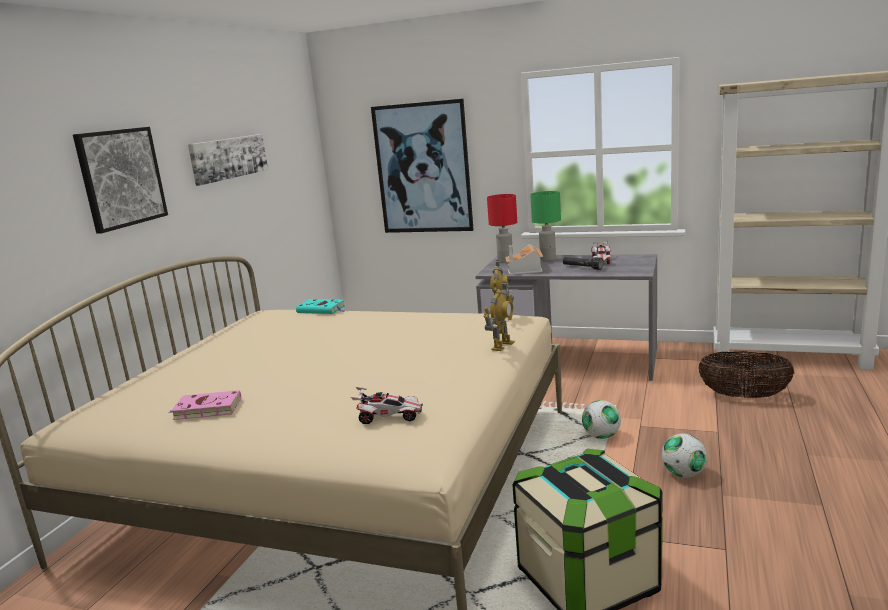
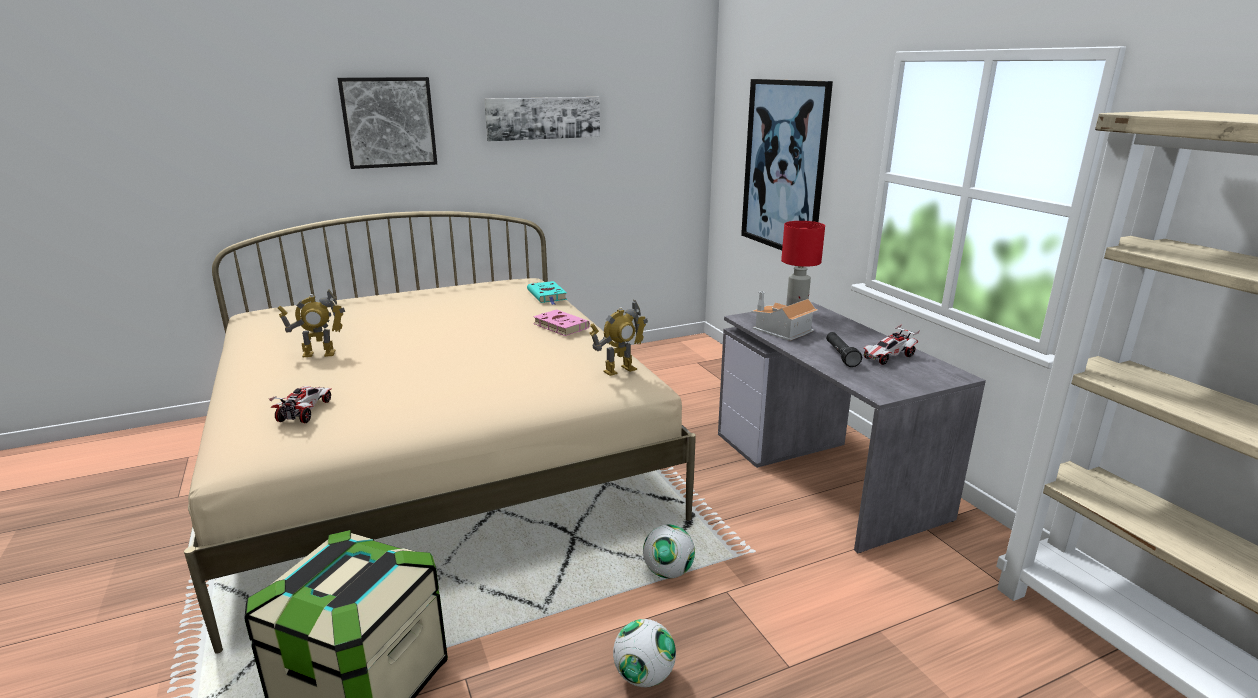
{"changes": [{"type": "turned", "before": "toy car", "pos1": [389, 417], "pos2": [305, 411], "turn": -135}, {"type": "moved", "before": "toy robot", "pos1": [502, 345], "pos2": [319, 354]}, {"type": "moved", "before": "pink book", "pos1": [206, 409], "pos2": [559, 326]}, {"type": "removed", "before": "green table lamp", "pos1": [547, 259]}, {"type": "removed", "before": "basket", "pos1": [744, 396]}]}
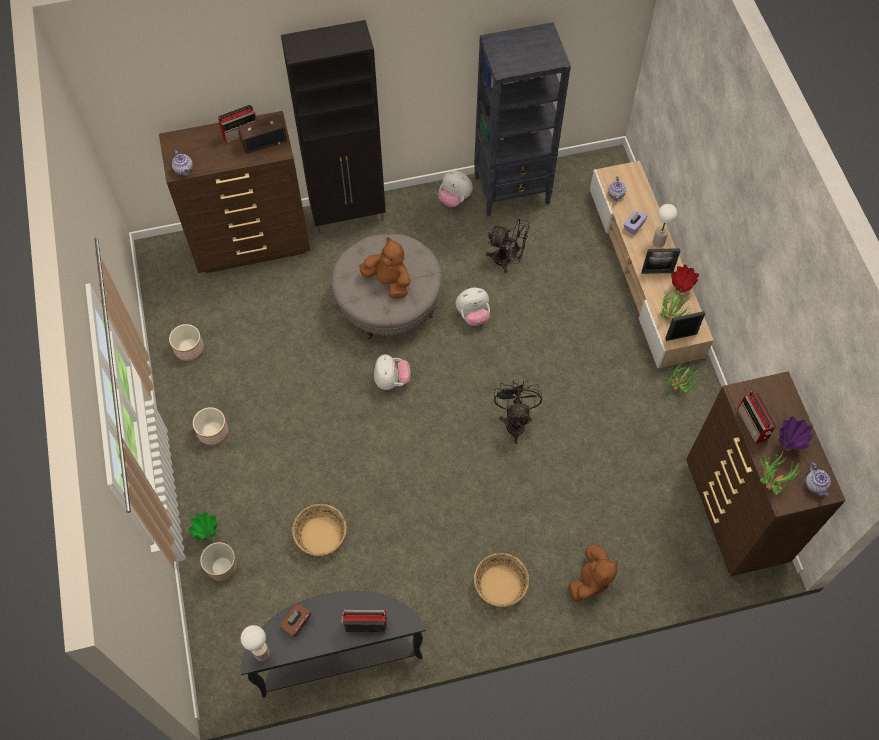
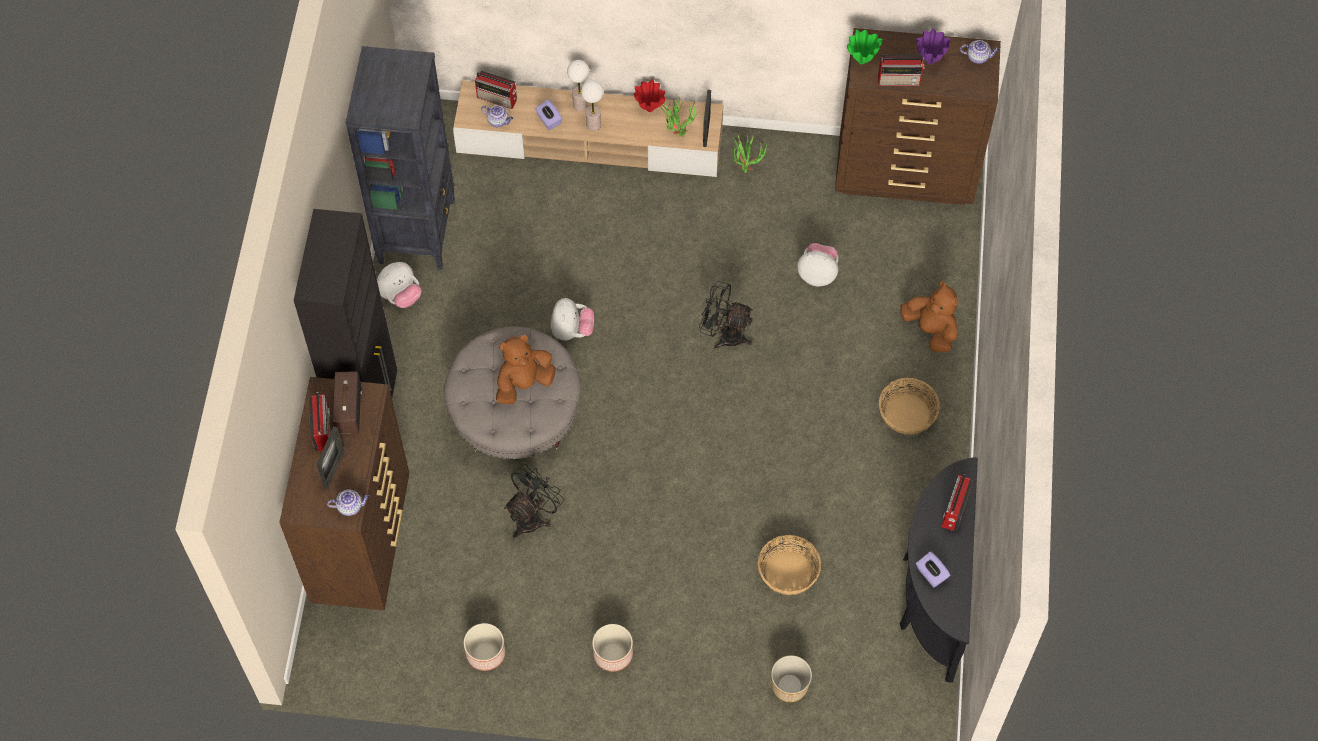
{"changes": [{"type": "moved", "before": "picture frame", "pos1": [657, 272], "pos2": [334, 469]}, {"type": "added", "after": "radio", "pos2": [498, 99]}, {"type": "moved", "before": "black fan", "pos1": [507, 260], "pos2": [532, 517]}, {"type": "moved", "before": "table lamp", "pos1": [262, 653], "pos2": [593, 125]}, {"type": "moved", "before": "plush toy", "pos1": [392, 380], "pos2": [817, 274]}, {"type": "moved", "before": "green vase", "pos1": [208, 534], "pos2": [861, 61]}, {"type": "recoloured", "before": "brown tissue box", "after": "purple tissue box", "pos1": [296, 622], "pos2": [931, 574]}, {"type": "removed", "before": "potted plant", "pos1": [769, 482]}]}
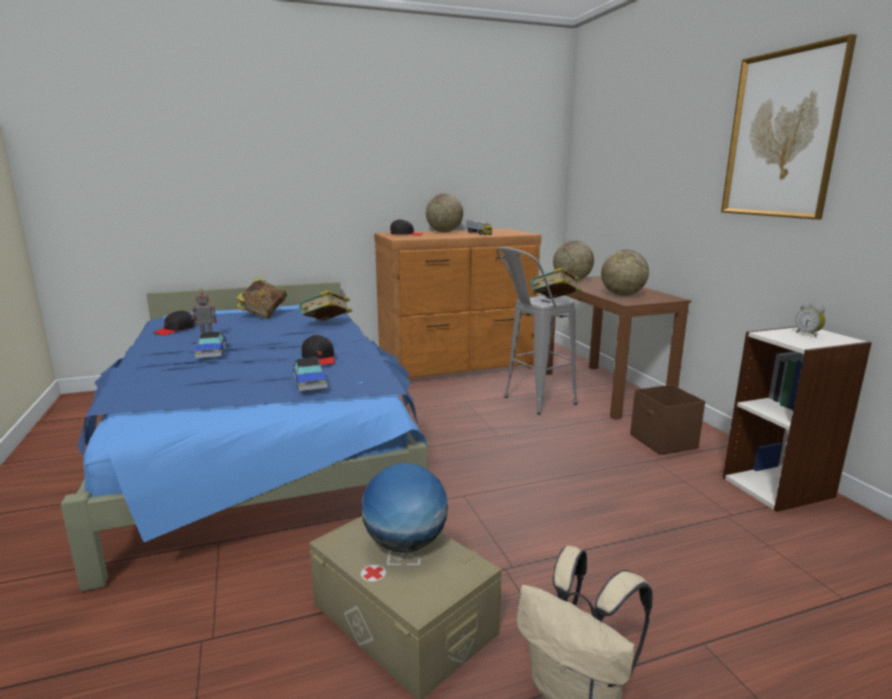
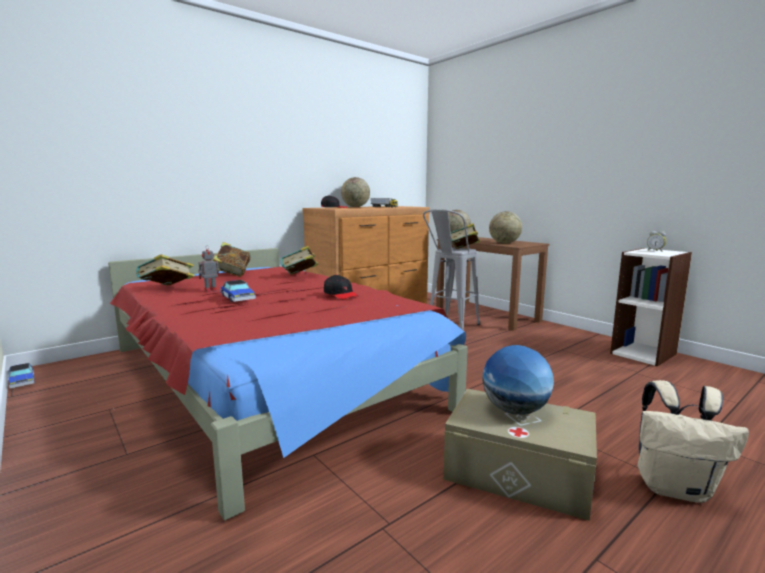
{"changes": [{"type": "moved", "before": "toy car", "pos1": [309, 382], "pos2": [22, 381]}, {"type": "recoloured", "before": "blue bed", "after": "red bed", "pos1": [262, 439], "pos2": [266, 377]}, {"type": "replaced", "before": "black cap", "after": "book", "pos1": [175, 330], "pos2": [167, 288]}, {"type": "removed", "before": "brown storage box", "pos1": [663, 442]}, {"type": "removed", "before": "picture", "pos1": [782, 135]}]}
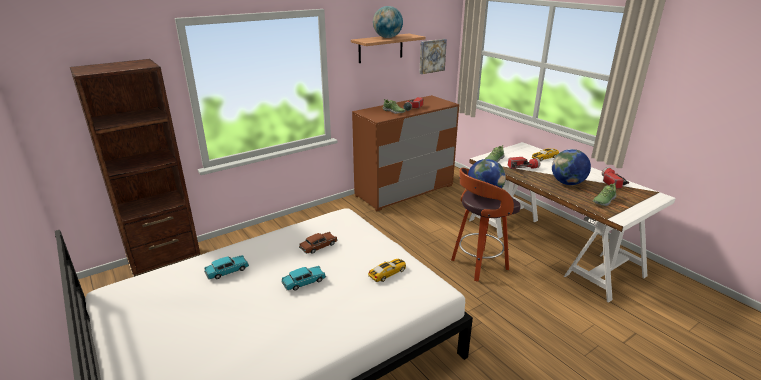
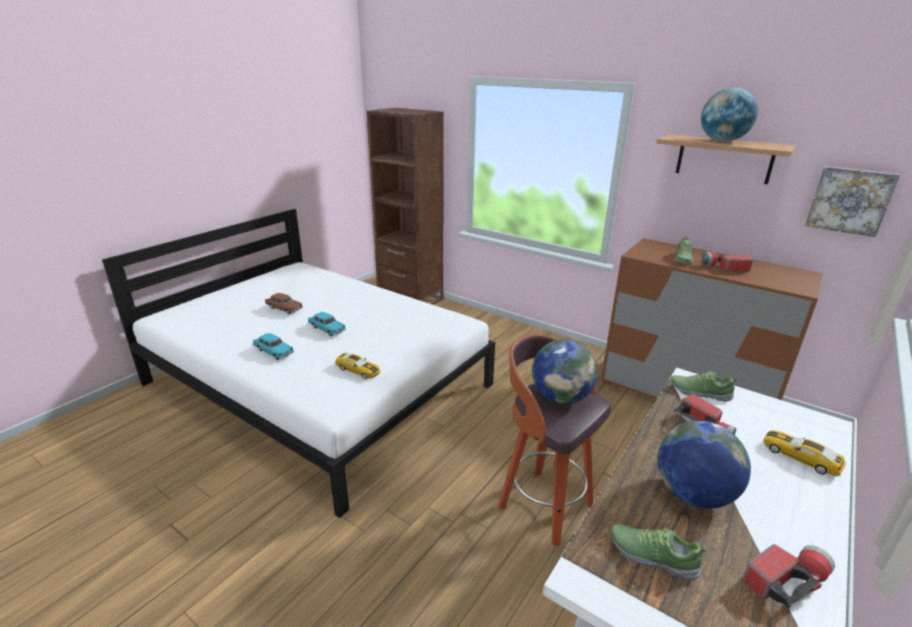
{"changes": [{"type": "moved", "before": "turquoise toy car", "pos1": [227, 271], "pos2": [273, 352]}, {"type": "moved", "before": "brown toy car", "pos1": [318, 247], "pos2": [284, 308]}]}
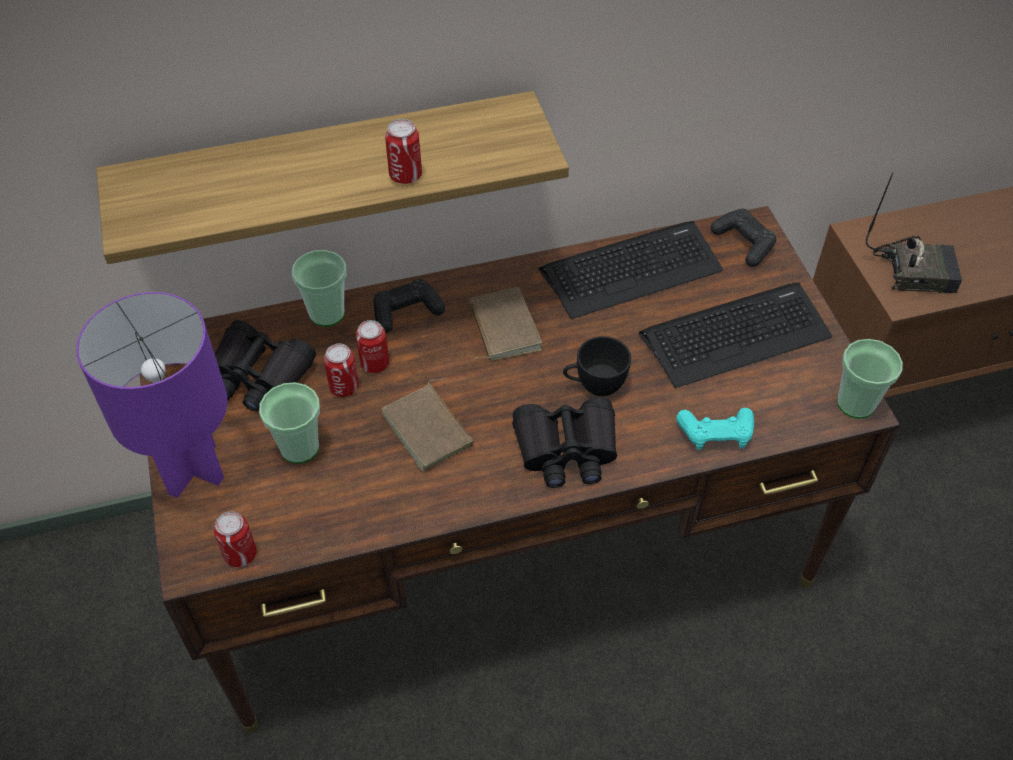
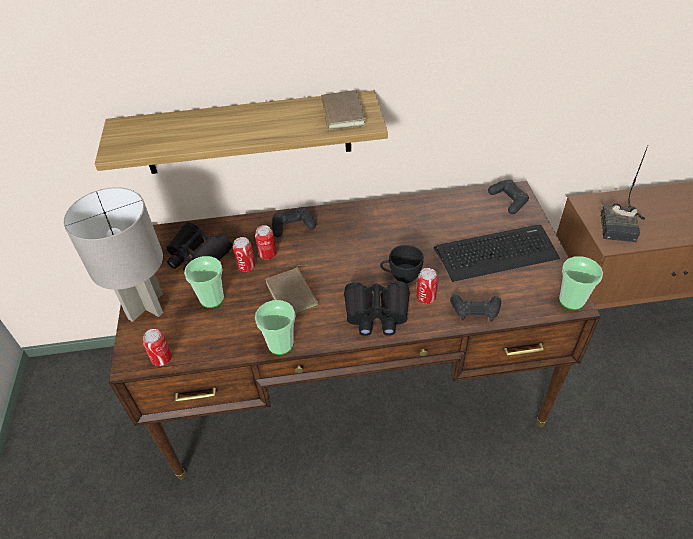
{"changes": [{"type": "recoloured", "before": "purple table lamp", "after": "grey table lamp", "pos1": [194, 469], "pos2": [146, 306]}, {"type": "moved", "before": "cup", "pos1": [327, 313], "pos2": [280, 344]}, {"type": "moved", "before": "brown book", "pos1": [501, 328], "pos2": [340, 113]}, {"type": "moved", "before": "can", "pos1": [405, 175], "pos2": [426, 297]}, {"type": "recoloured", "before": "turquoise game controller", "after": "black game controller", "pos1": [715, 434], "pos2": [475, 311]}, {"type": "turned", "before": "radio", "pos1": [915, 270], "pos2": [621, 226], "turn": 90}, {"type": "removed", "before": "keyboard", "pos1": [631, 270]}]}
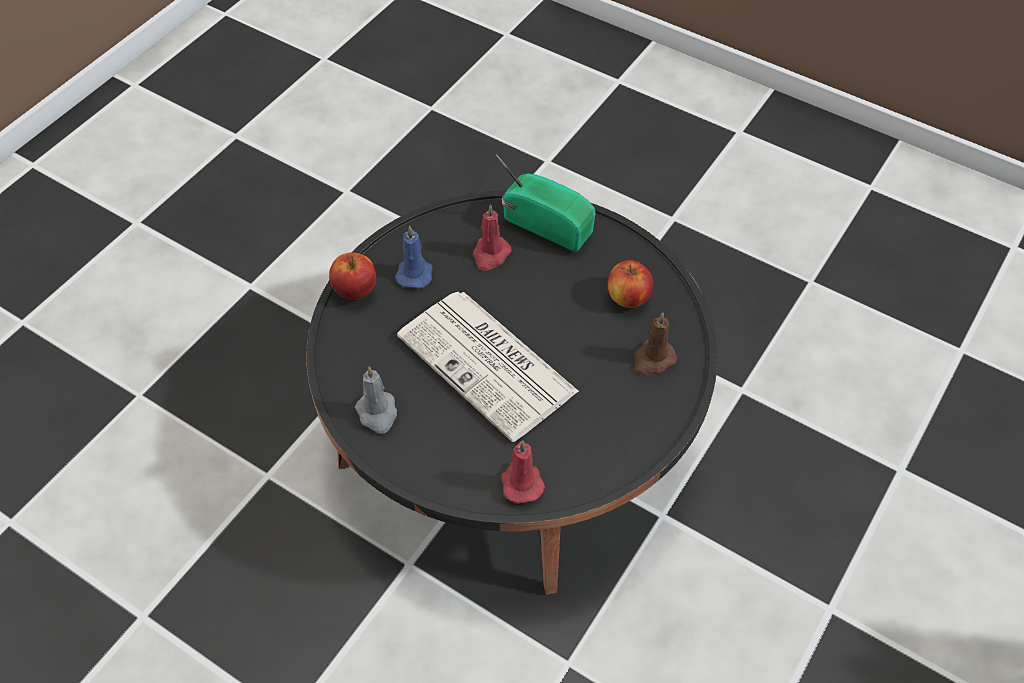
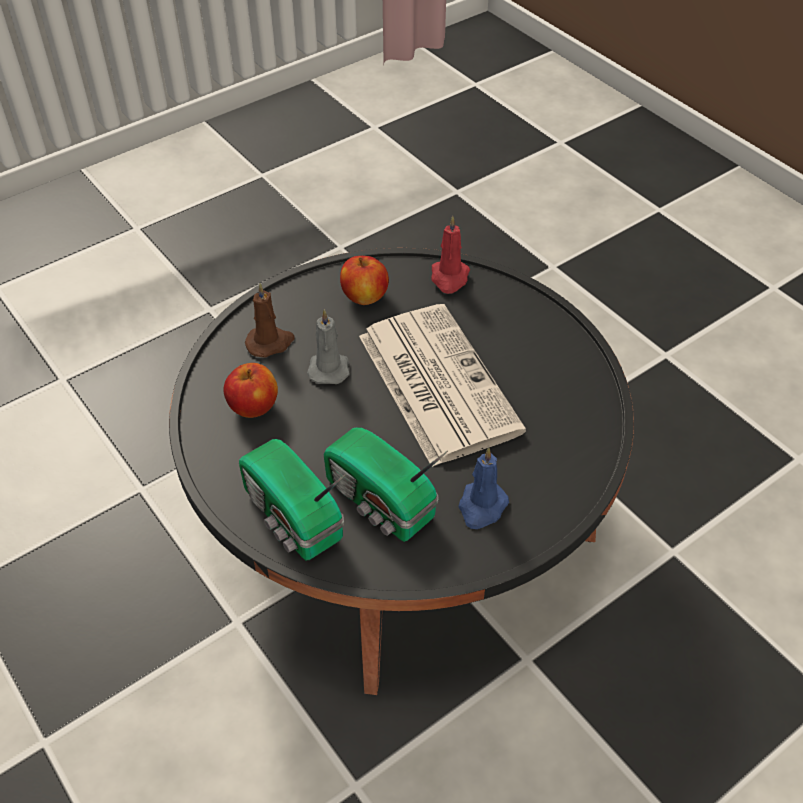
{"changes": [{"type": "moved", "before": "grey candle", "pos1": [377, 413], "pos2": [329, 368]}, {"type": "replaced", "before": "red candle", "after": "radio", "pos1": [490, 255], "pos2": [380, 503]}, {"type": "moved", "before": "apple", "pos1": [355, 290], "pos2": [365, 297]}]}
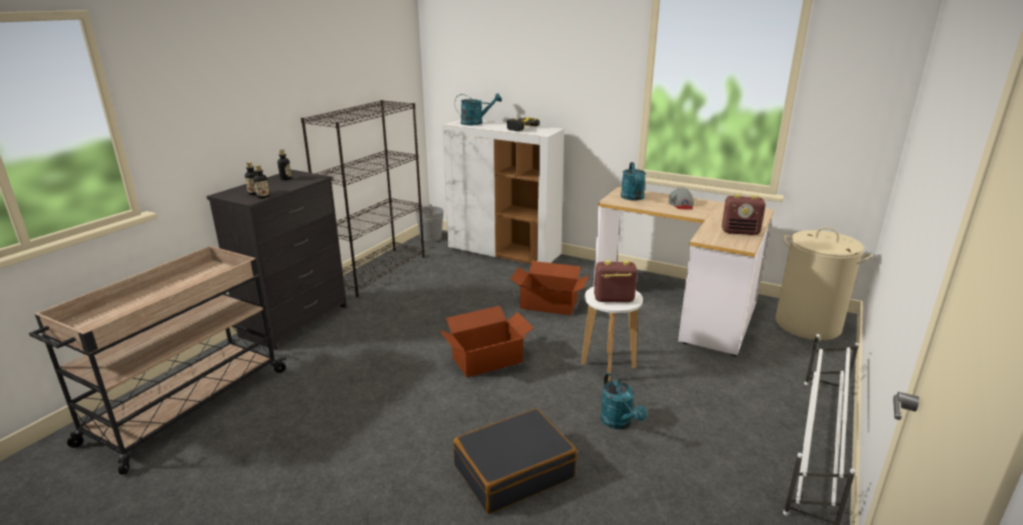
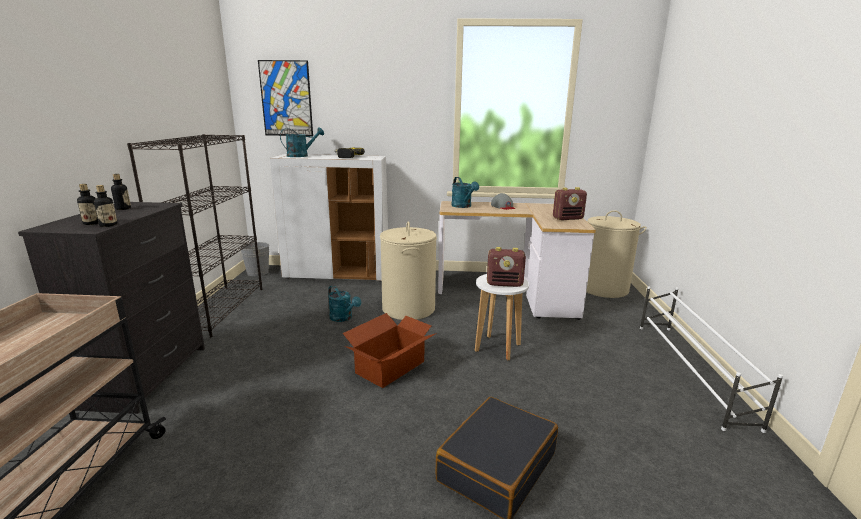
{"changes": [{"type": "added", "after": "picture", "pos2": [286, 98]}, {"type": "moved", "before": "turquoise watering can", "pos1": [619, 423], "pos2": [343, 318]}, {"type": "replaced", "before": "cardboard box", "after": "beige laundry basket", "pos1": [548, 304], "pos2": [408, 308]}, {"type": "turned", "before": "radio", "pos1": [613, 299], "pos2": [505, 284], "turn": -150}]}
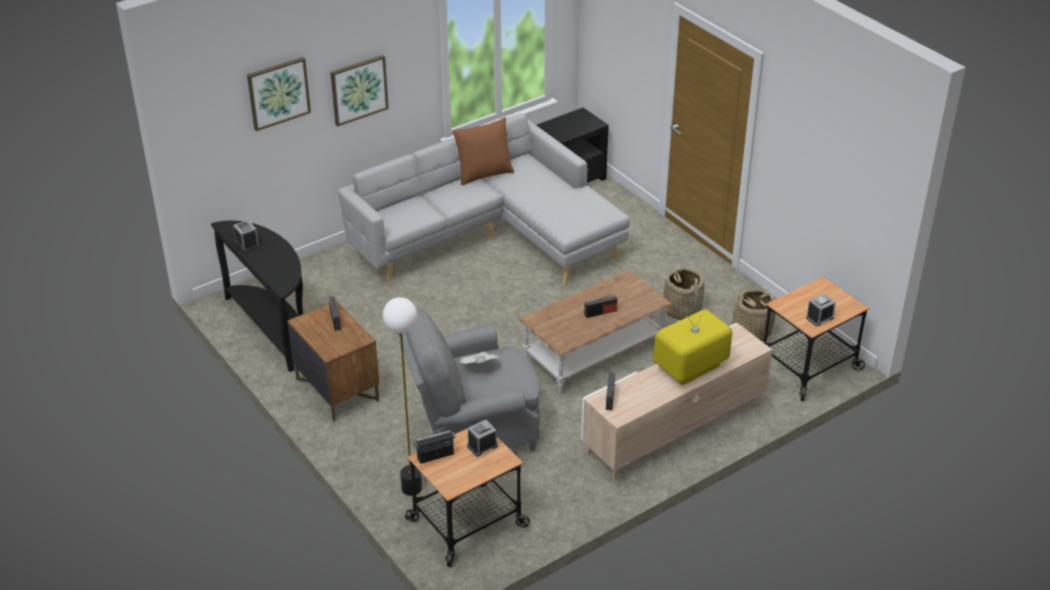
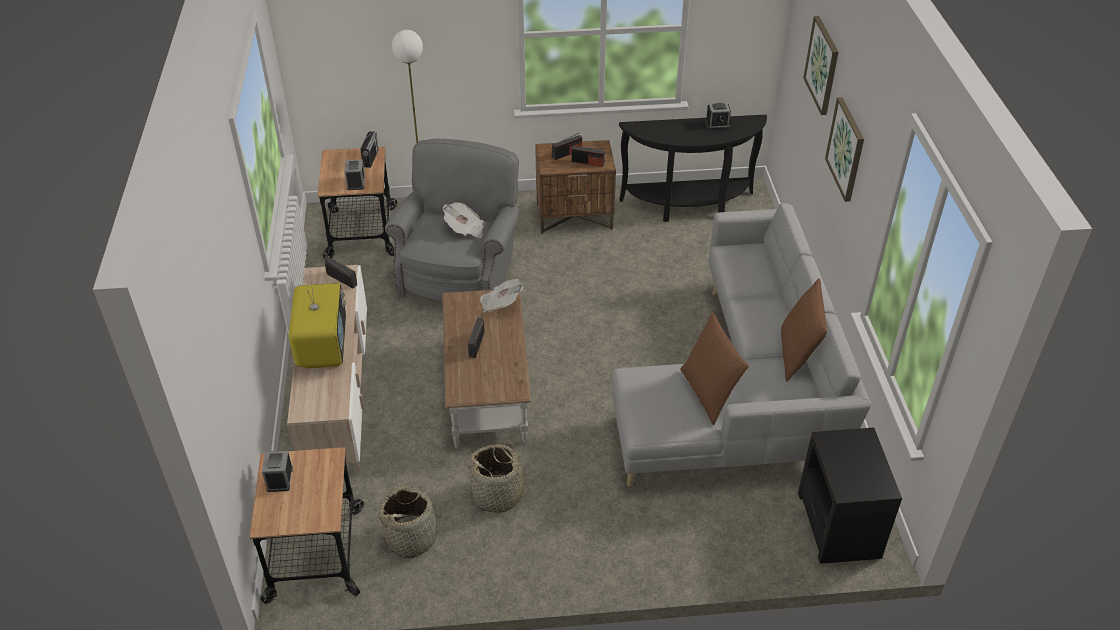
{"changes": [{"type": "added", "after": "newspaper", "pos2": [500, 304]}, {"type": "added", "after": "radio", "pos2": [567, 153]}, {"type": "added", "after": "brown pillow", "pos2": [709, 393]}]}
